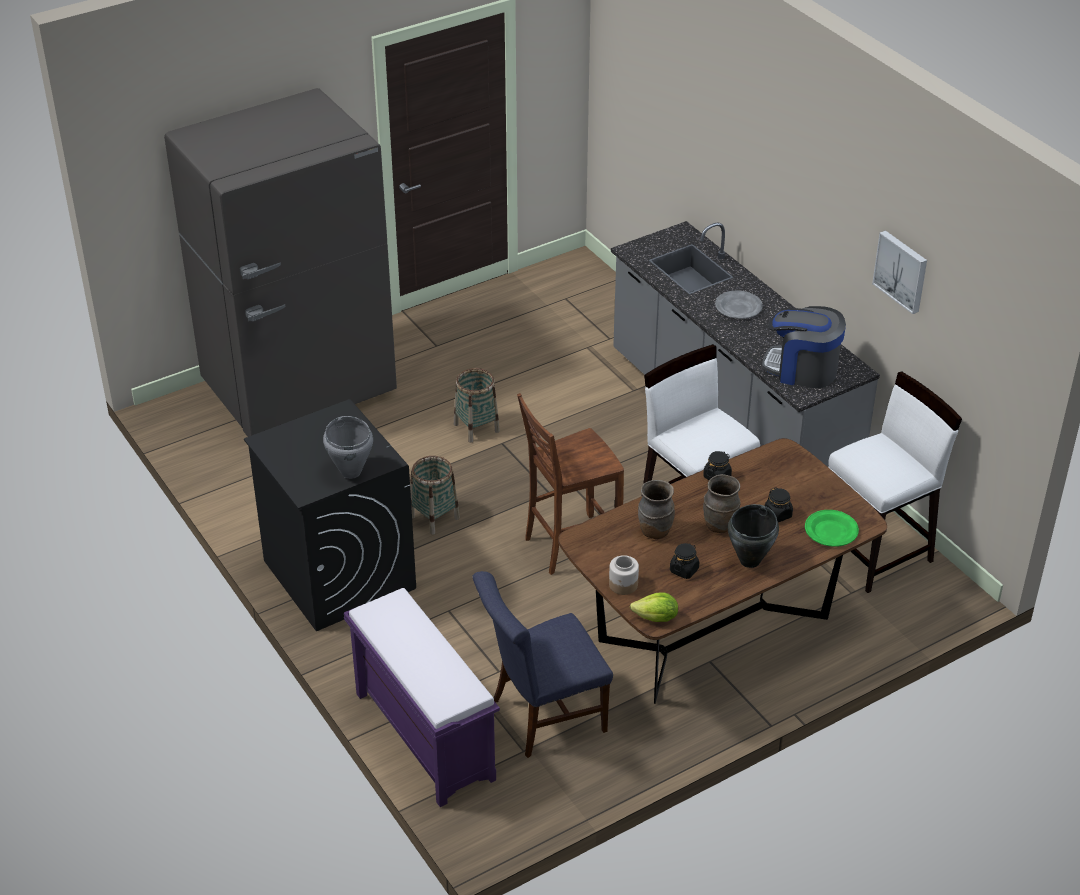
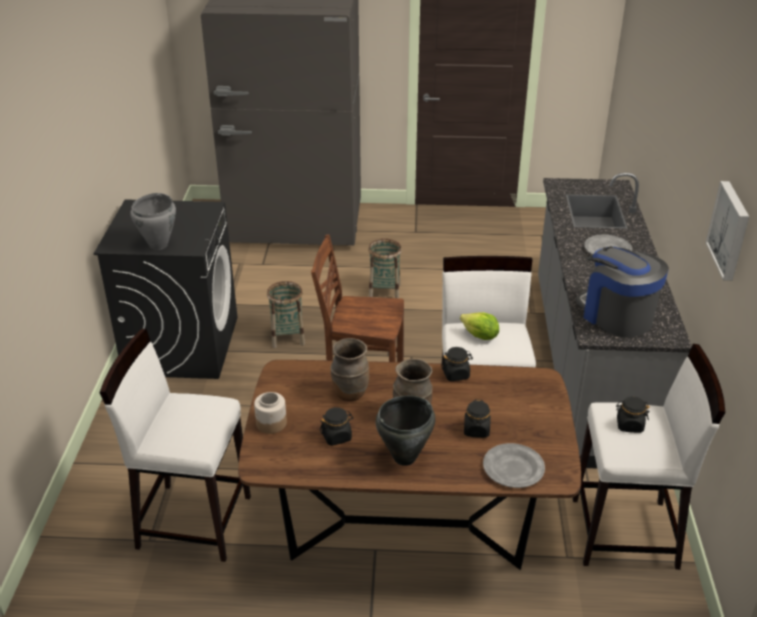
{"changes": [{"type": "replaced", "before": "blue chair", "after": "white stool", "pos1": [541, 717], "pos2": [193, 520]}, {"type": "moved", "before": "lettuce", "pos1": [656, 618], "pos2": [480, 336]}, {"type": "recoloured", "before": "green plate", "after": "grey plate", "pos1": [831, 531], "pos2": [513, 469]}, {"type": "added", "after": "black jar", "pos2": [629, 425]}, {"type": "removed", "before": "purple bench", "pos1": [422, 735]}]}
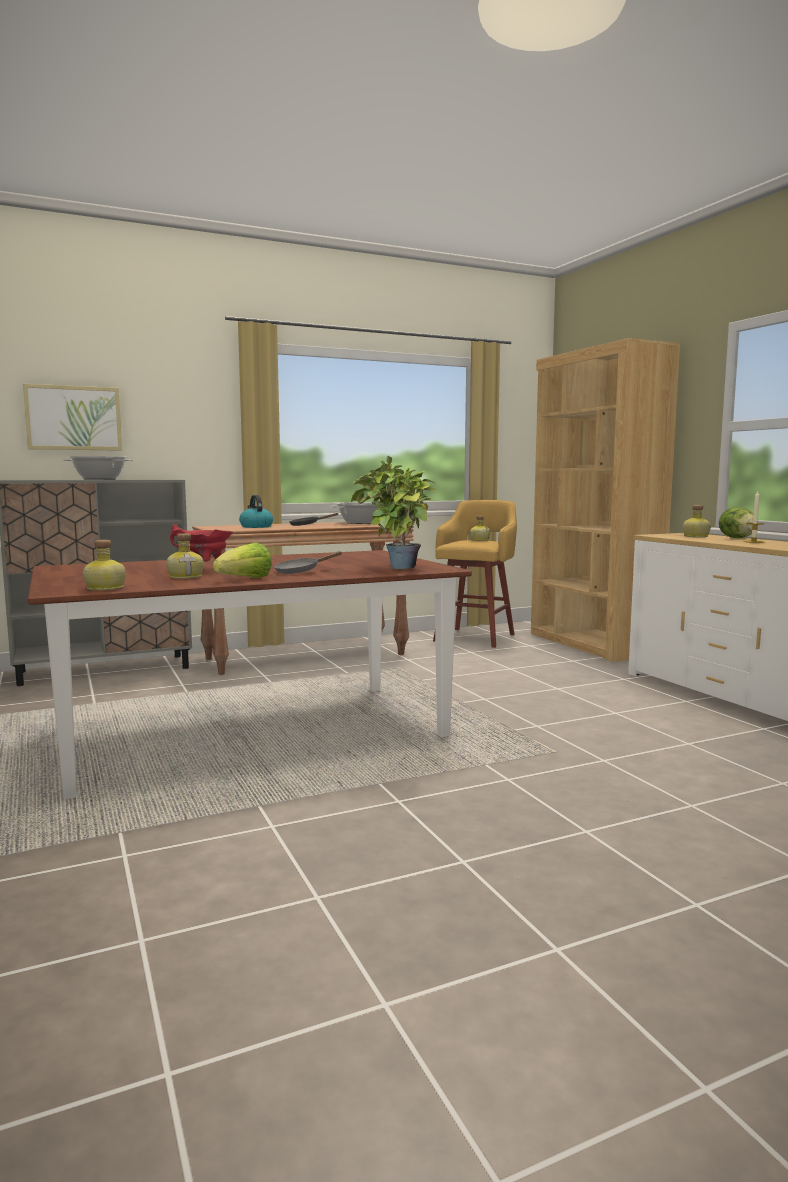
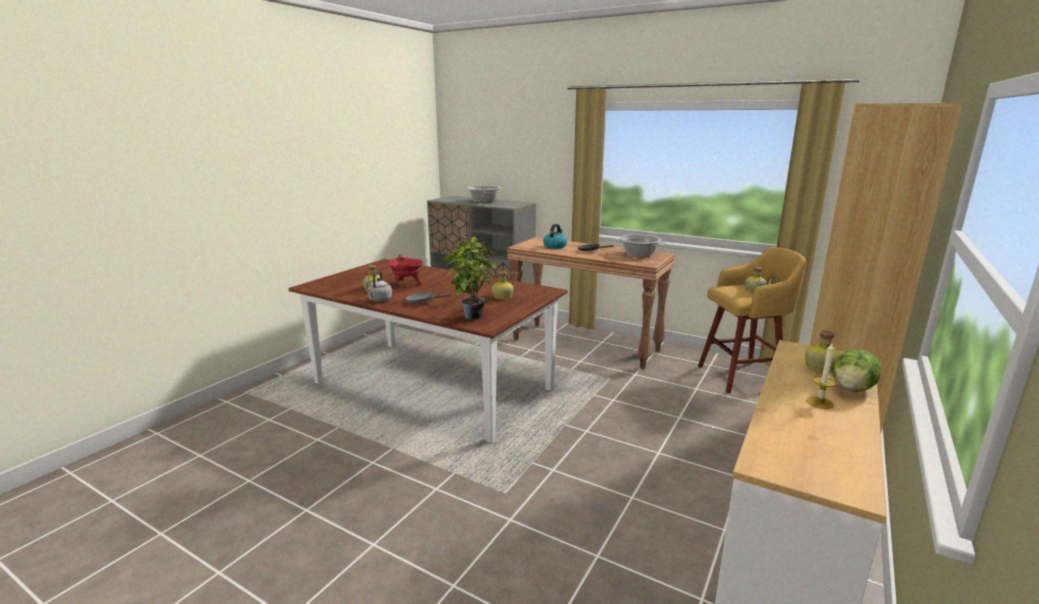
{"changes": [{"type": "replaced", "before": "lettuce", "after": "grey kettle", "pos1": [246, 579], "pos2": [379, 300]}, {"type": "moved", "before": "bottle", "pos1": [105, 588], "pos2": [502, 297]}, {"type": "removed", "before": "picture", "pos1": [73, 418]}]}
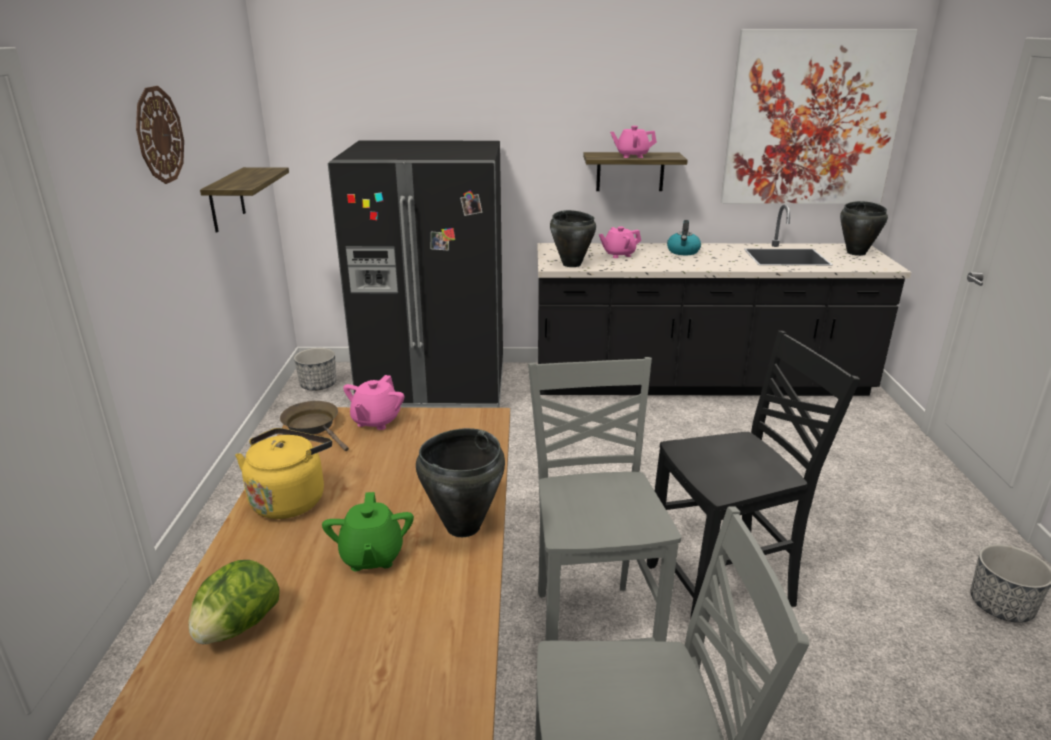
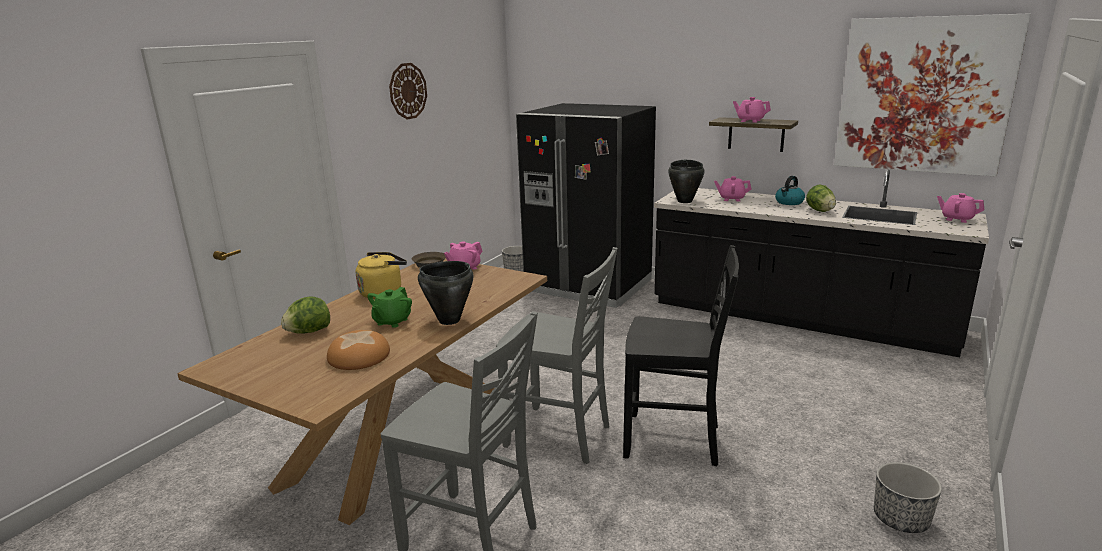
{"changes": [{"type": "added", "after": "bread", "pos2": [358, 356]}, {"type": "turned", "before": "grey chair", "pos1": [592, 630], "pos2": [560, 436], "turn": 90}, {"type": "added", "after": "lettuce", "pos2": [820, 211]}, {"type": "replaced", "before": "black cooking pot", "after": "pink teapot", "pos1": [856, 253], "pos2": [957, 219]}, {"type": "removed", "before": "shelf", "pos1": [226, 200]}]}
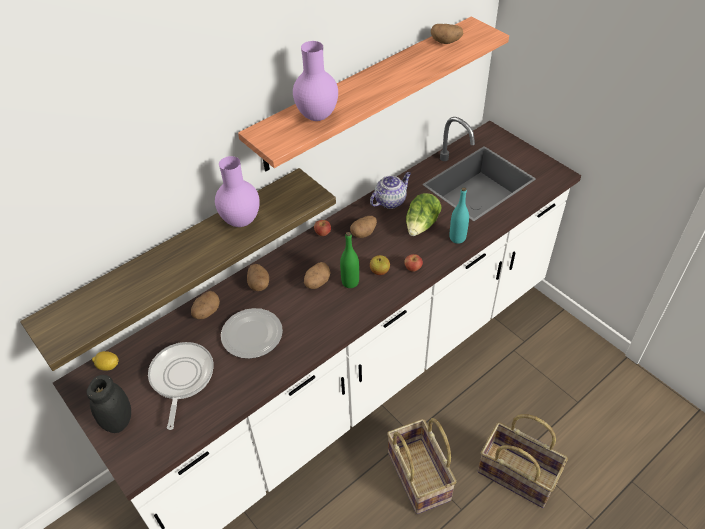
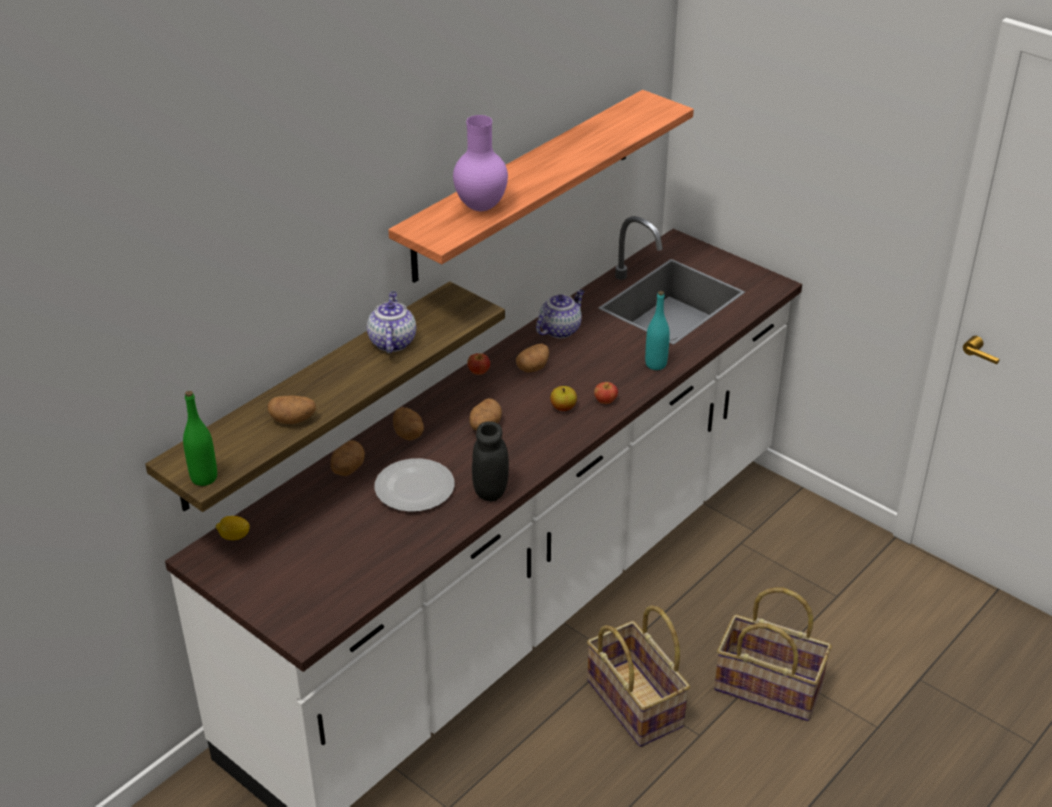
{"changes": [{"type": "moved", "before": "green bottle", "pos1": [350, 282], "pos2": [204, 478]}, {"type": "moved", "before": "potato", "pos1": [446, 42], "pos2": [293, 420]}, {"type": "replaced", "before": "purple vase", "after": "teapot", "pos1": [241, 221], "pos2": [392, 342]}, {"type": "moved", "before": "black jar", "pos1": [119, 421], "pos2": [490, 491]}, {"type": "removed", "before": "frying pan", "pos1": [181, 378]}, {"type": "removed", "before": "lettuce", "pos1": [421, 225]}]}
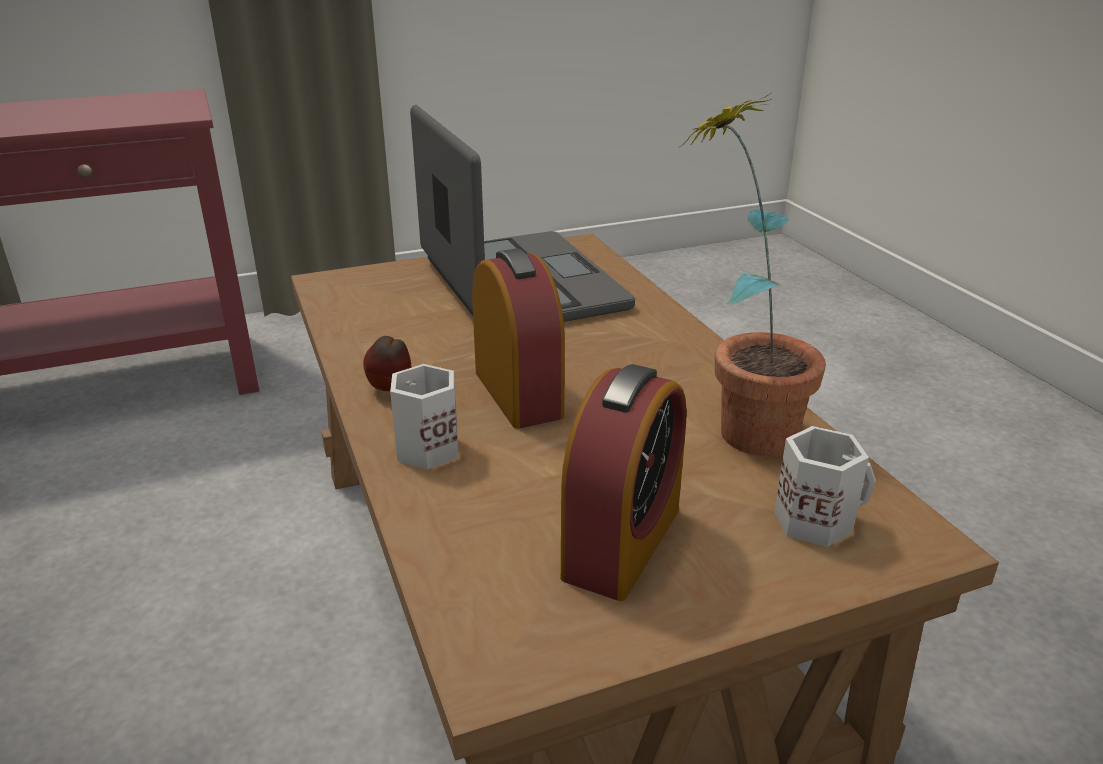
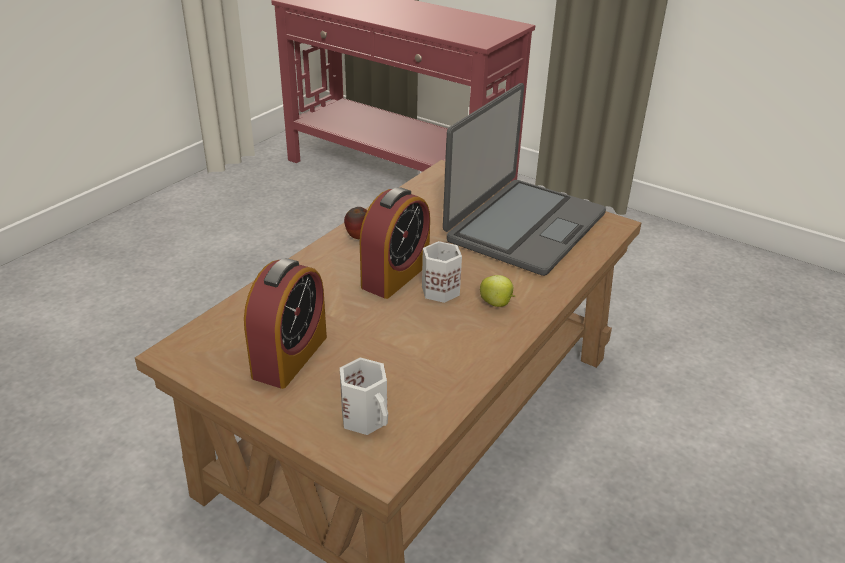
{"changes": [{"type": "turned", "before": "alarm clock", "pos1": [622, 542], "pos2": [290, 356], "turn": -60}, {"type": "moved", "before": "white mug", "pos1": [424, 448], "pos2": [440, 289]}, {"type": "added", "after": "apple", "pos2": [497, 304]}, {"type": "removed", "before": "potted plant", "pos1": [739, 424]}]}
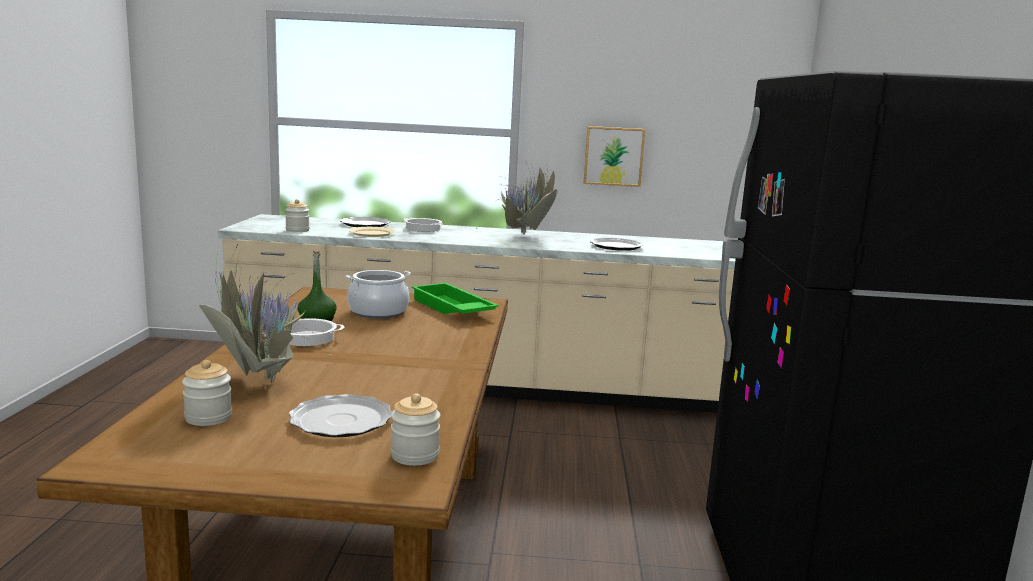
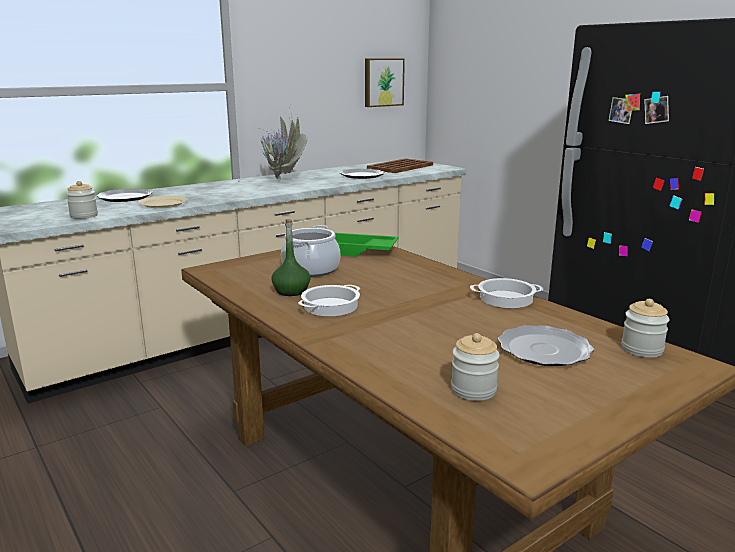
{"changes": [{"type": "moved", "before": "picture", "pos1": [613, 156], "pos2": [383, 82]}, {"type": "added", "after": "brown tray", "pos2": [401, 167]}, {"type": "moved", "before": "cooking pot", "pos1": [423, 229], "pos2": [506, 298]}, {"type": "removed", "before": "potted plant", "pos1": [258, 381]}]}
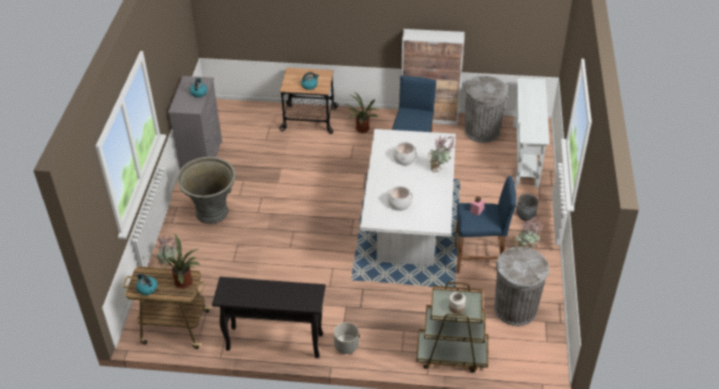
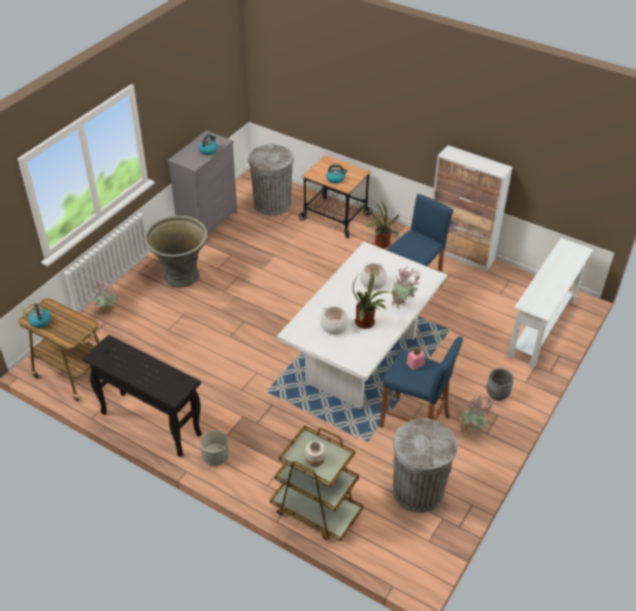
{"changes": [{"type": "moved", "before": "grey trash can", "pos1": [482, 131], "pos2": [272, 204]}, {"type": "moved", "before": "potted plant", "pos1": [186, 282], "pos2": [367, 323]}]}
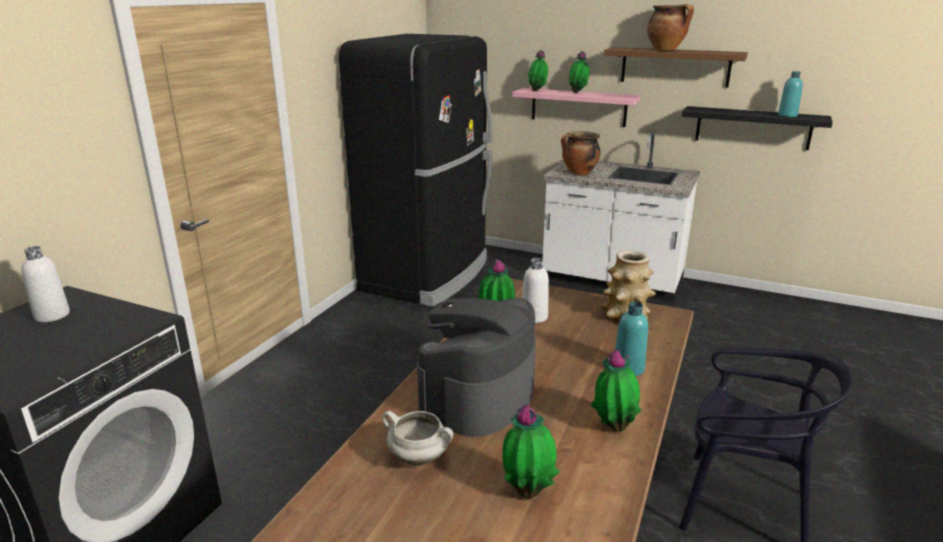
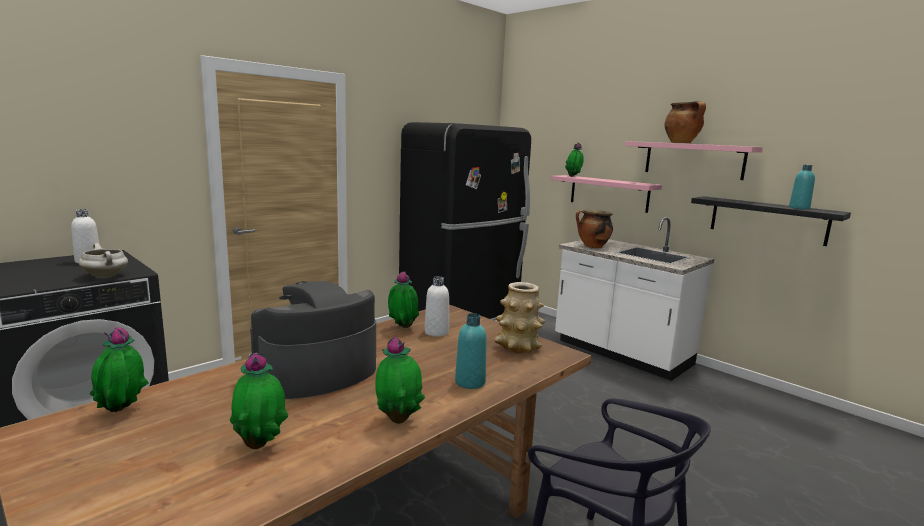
{"changes": [{"type": "moved", "before": "white cooking pot", "pos1": [419, 457], "pos2": [106, 276]}, {"type": "moved", "before": "potted plant", "pos1": [578, 92], "pos2": [122, 411]}, {"type": "recoloured", "before": "brown shelf", "after": "pink shelf", "pos1": [675, 67], "pos2": [693, 160]}]}
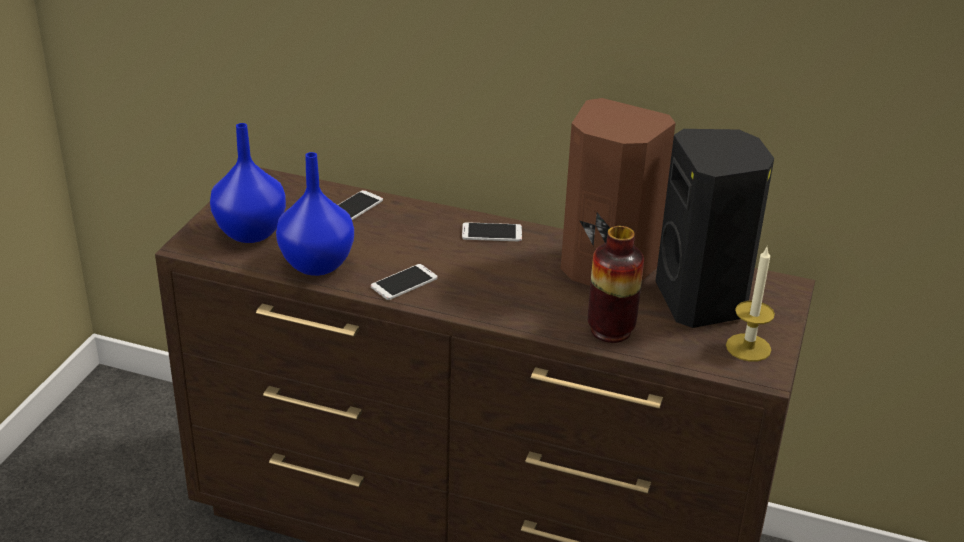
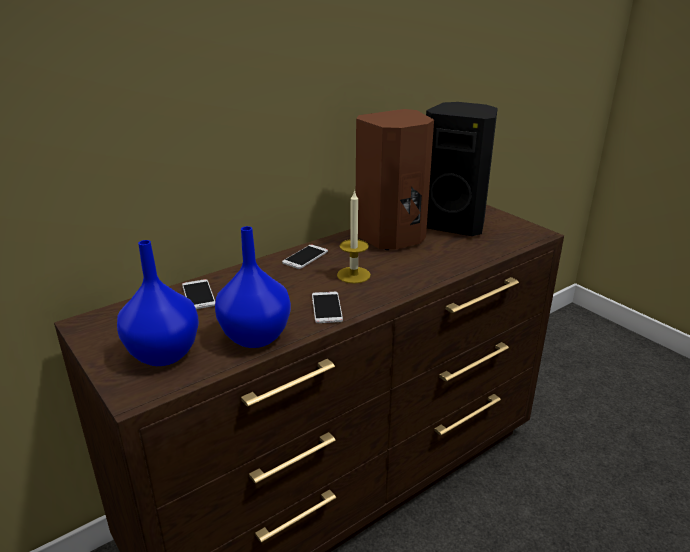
{"changes": [{"type": "moved", "before": "candle", "pos1": [748, 347], "pos2": [353, 275]}, {"type": "removed", "before": "vase", "pos1": [610, 330]}]}
